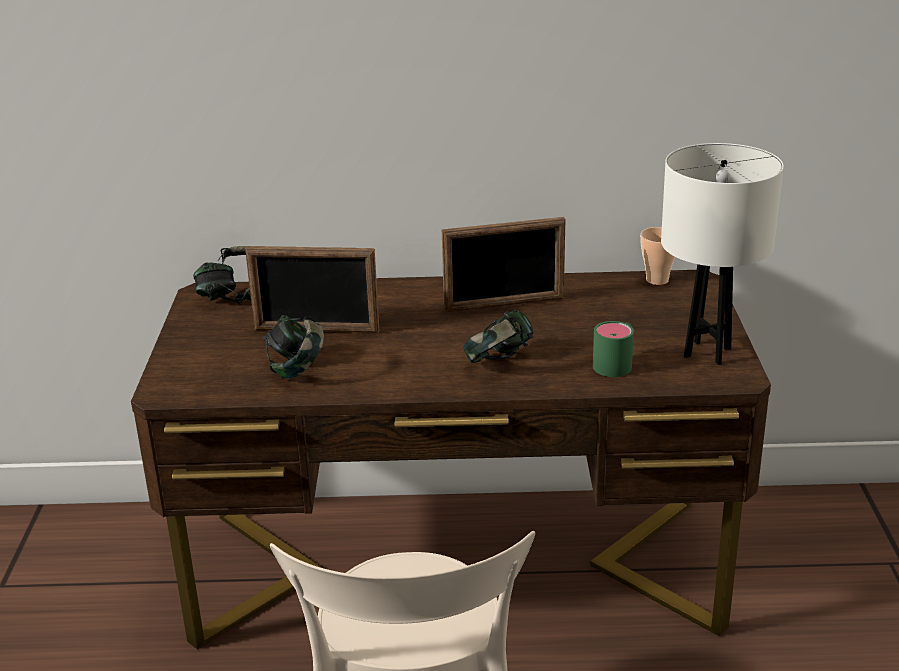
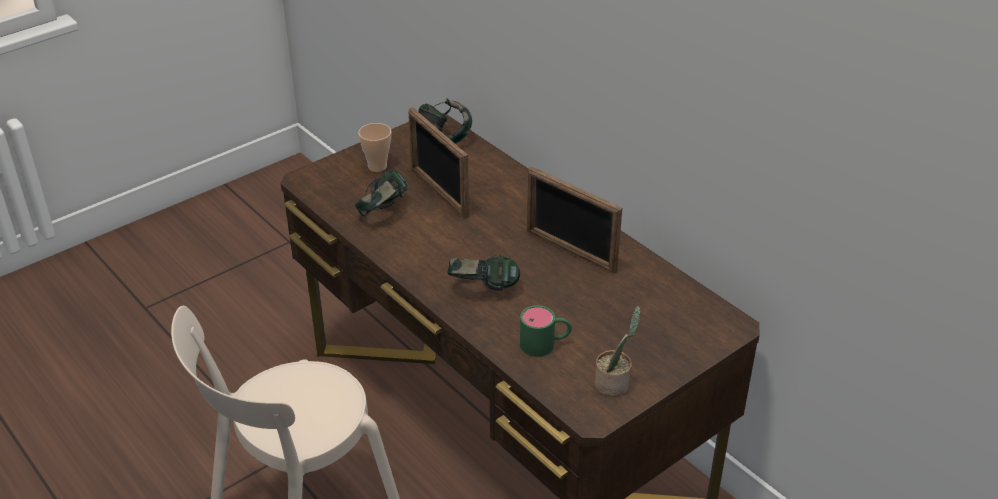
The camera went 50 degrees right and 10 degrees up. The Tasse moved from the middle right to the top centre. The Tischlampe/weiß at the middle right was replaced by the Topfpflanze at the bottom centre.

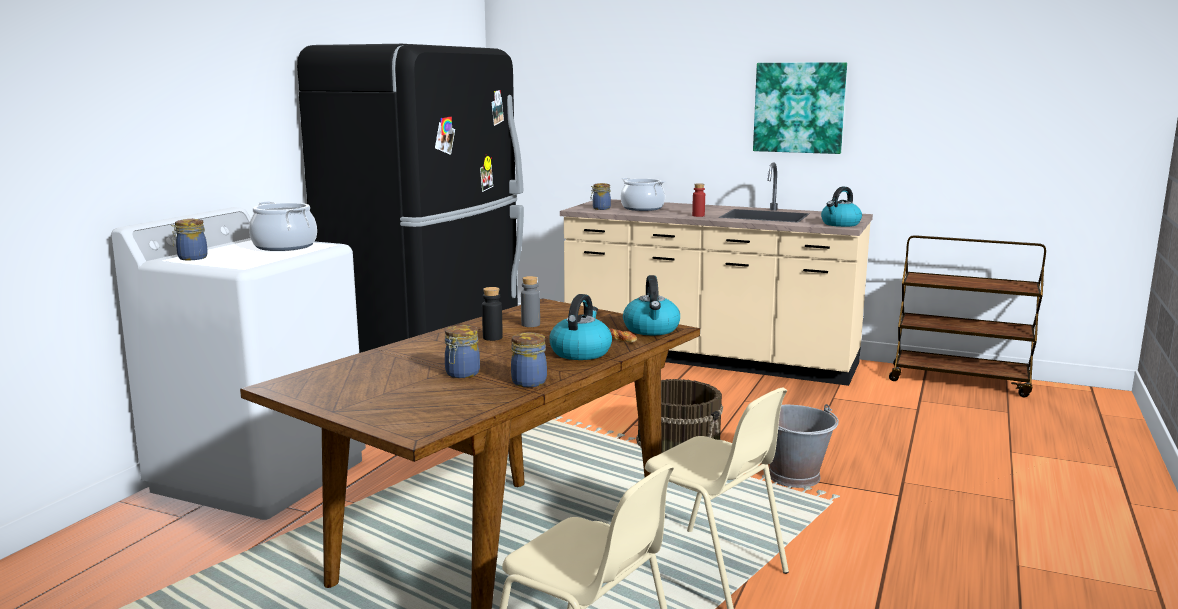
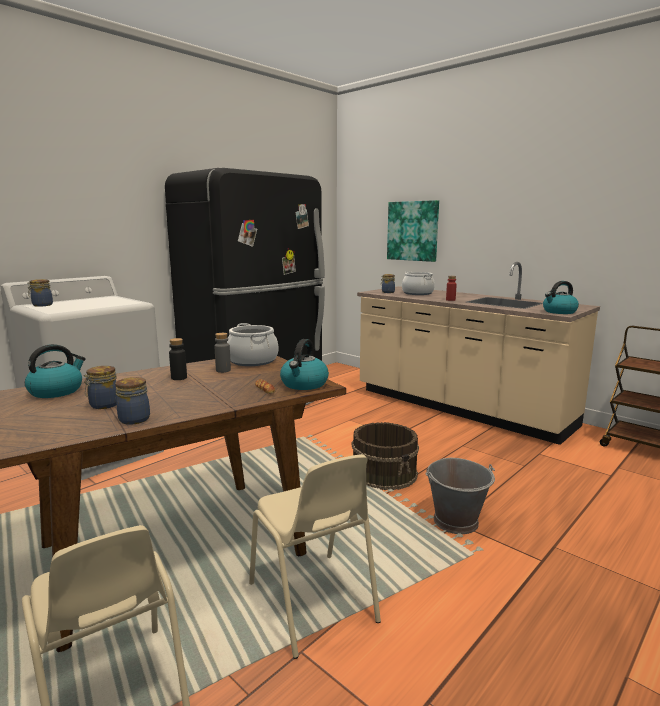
The camera went 20 degrees right and 0 degrees up. The Kochtopf (1st from left) moved from the middle left to the centre. The Wasserkessel (1st from left) moved from the centre to the middle left. The Bild moved from the top right to the top centre.

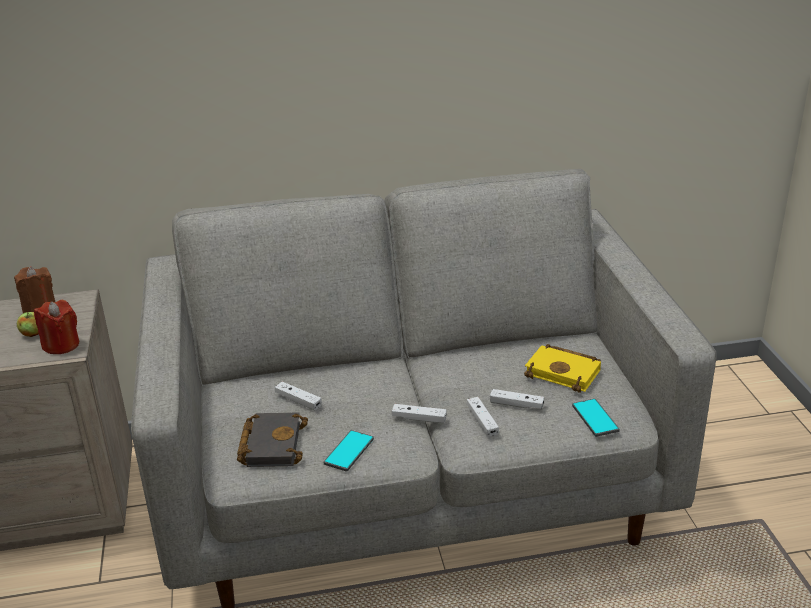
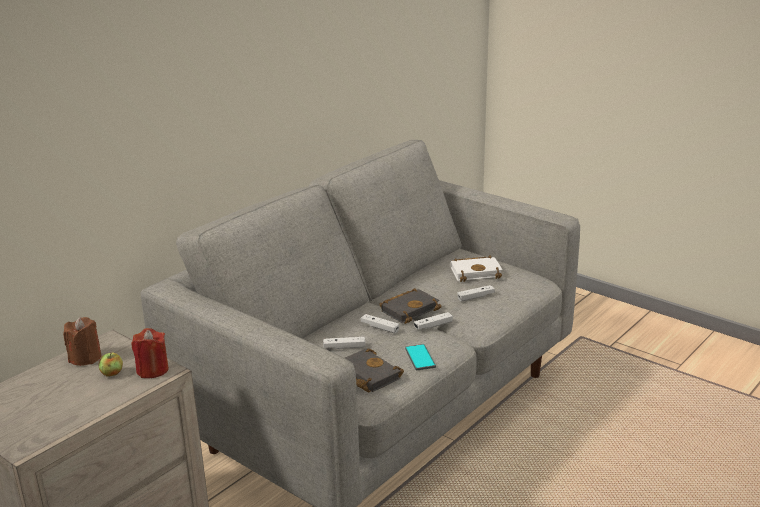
The camera went 40 degrees left and 5 degrees down. The Gamepad/weiß (3rd from left in the first image) moved from the bottom centre to the centre. The Buch/gelb at the middle right became the Buch/weiß at the centre. The Handy (2nd from left) at the bottom right disappeared. The Buch/schwarz (2nd from left) at the centre appeared.

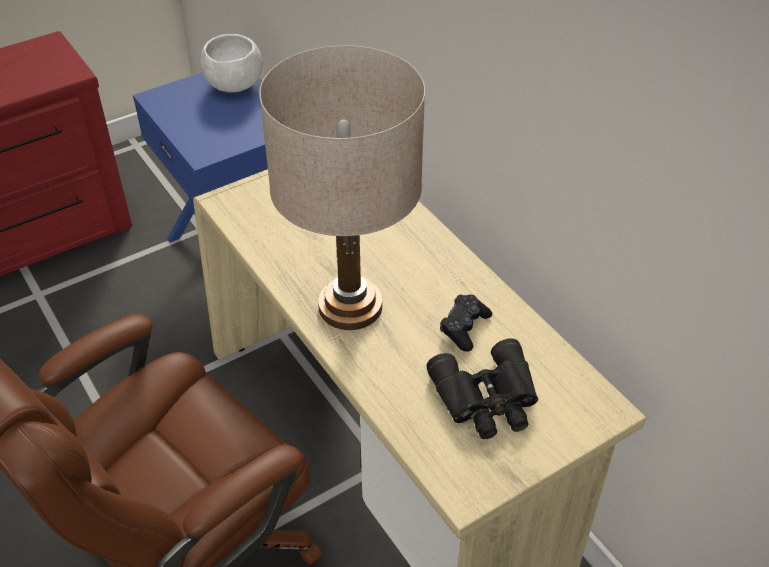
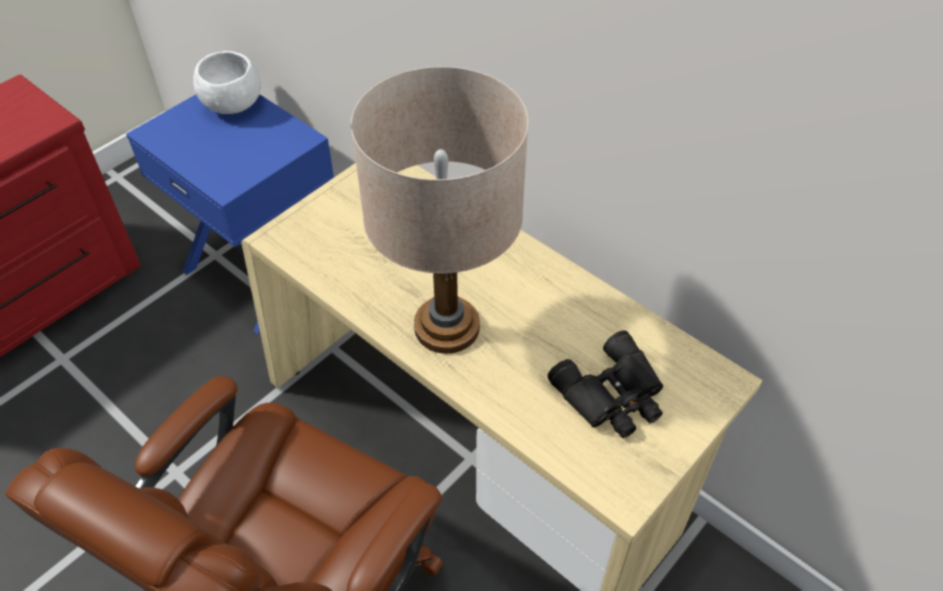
The camera went 15 degrees left and 5 degrees up. The Gamepad/schwarz at the centre disappeared.

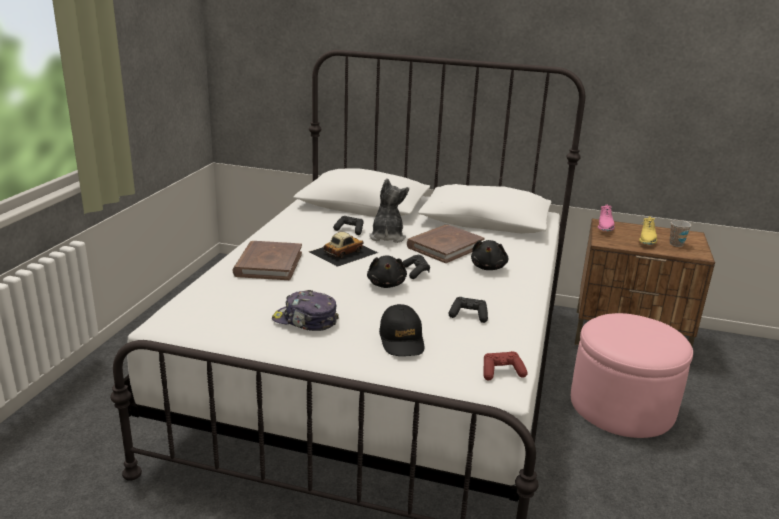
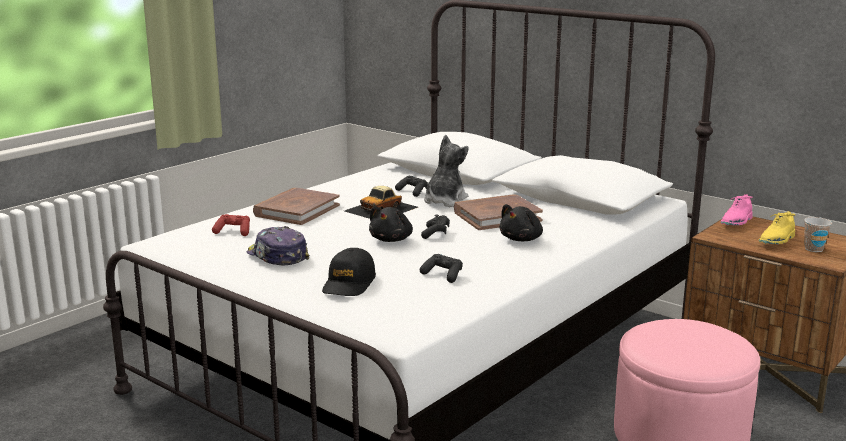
The camera went 25 degrees right and 5 degrees down. The Spielzeugauto at the centre turned 150 degrees clockwise. The Gamepad/rot moved from the bottom centre to the middle left.

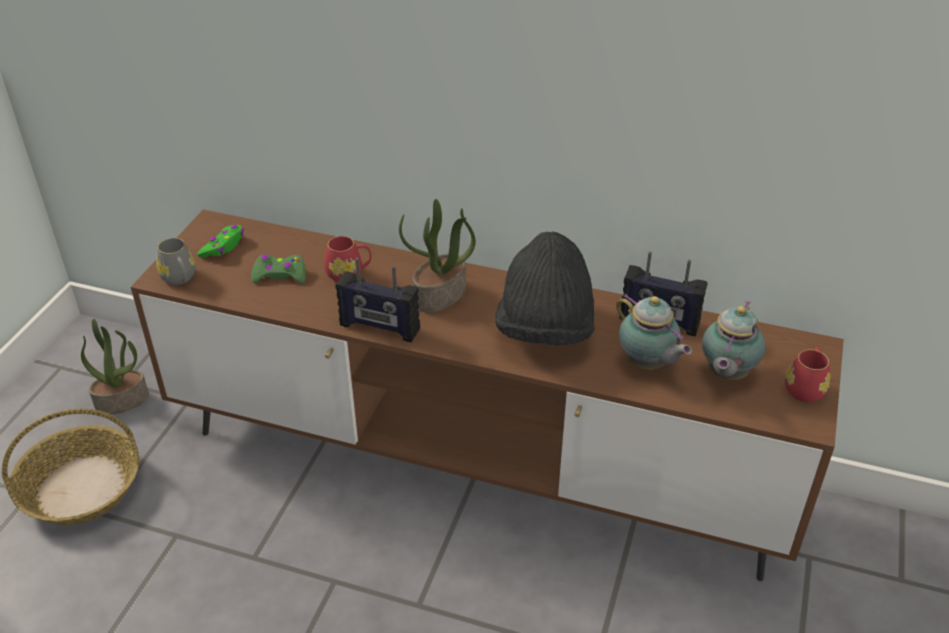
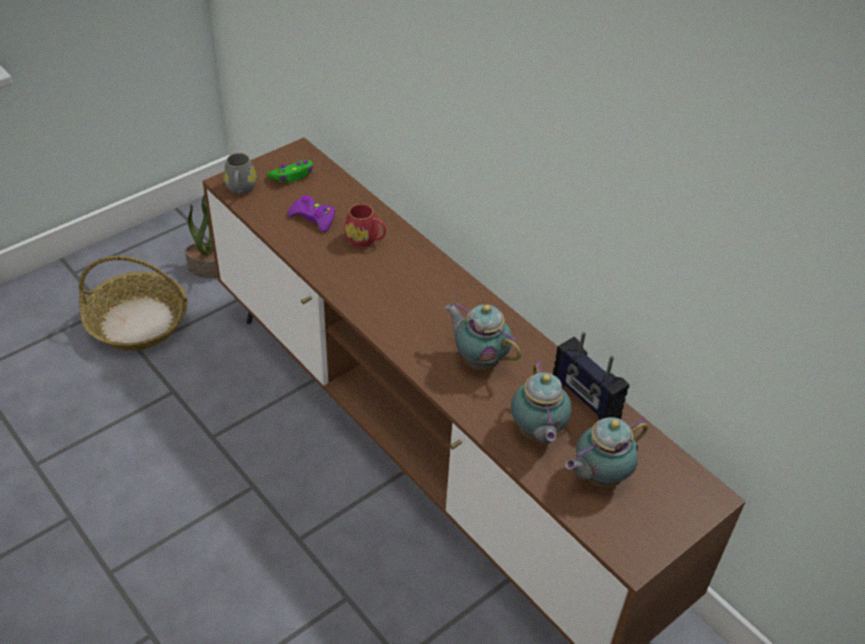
The camera went 30 degrees right and 5 degrees up. The Gamepad/grün (2nd from left) at the middle left became the Gamepad/lila at the top centre. The Radio (1st from left) at the centre disappeared. The Topfpflanze (2nd from left) at the centre disappeared. The Hut/schwarz at the centre was replaced by the Teekanne (1st from left) at the centre. The Henkelbecher/rot (2nd from left) at the middle right disappeared.

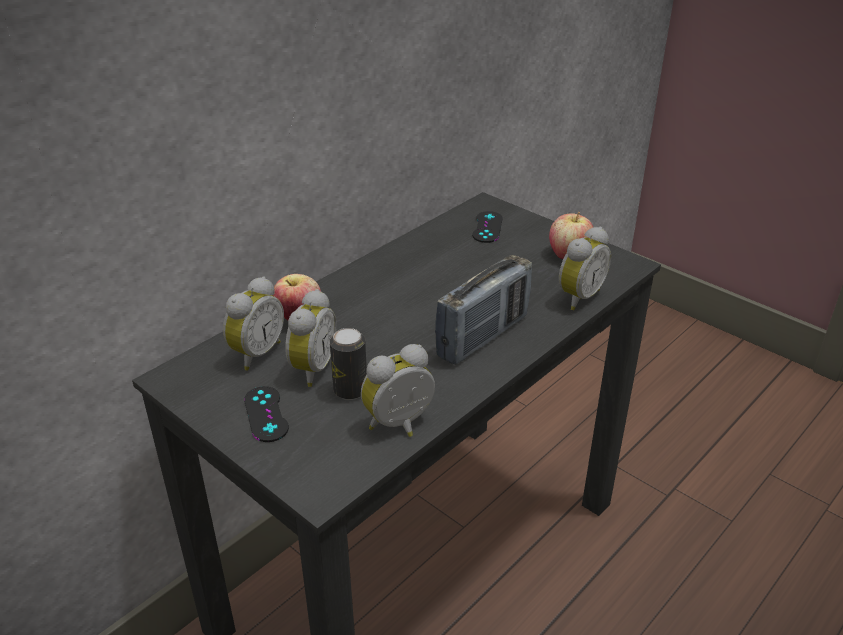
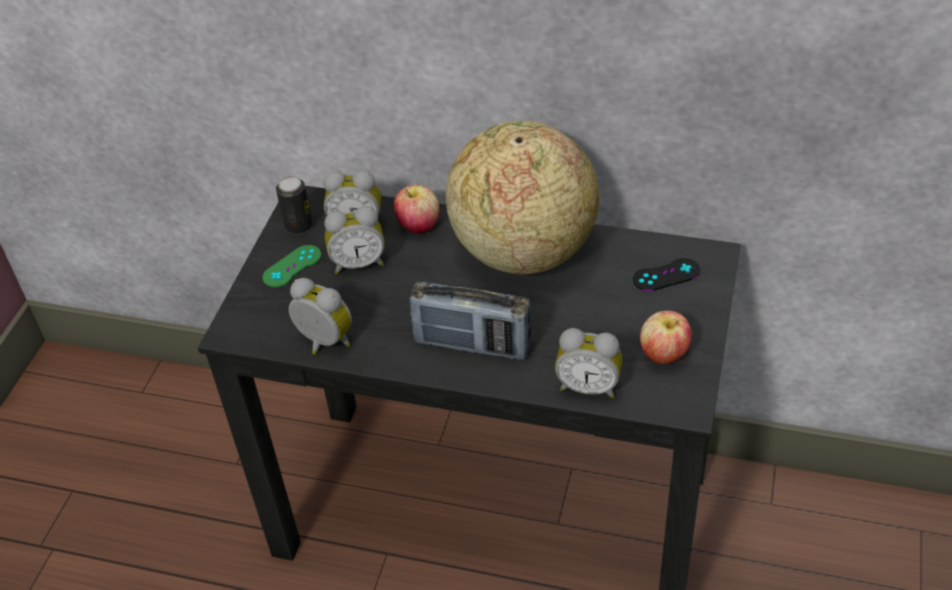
The camera went 65 degrees right and 10 degrees up. The Gamepad/schwarz (1st from left) at the middle left became the Gamepad/grün at the middle left. The Dose moved from the centre to the middle left. The Globus at the centre appeared.

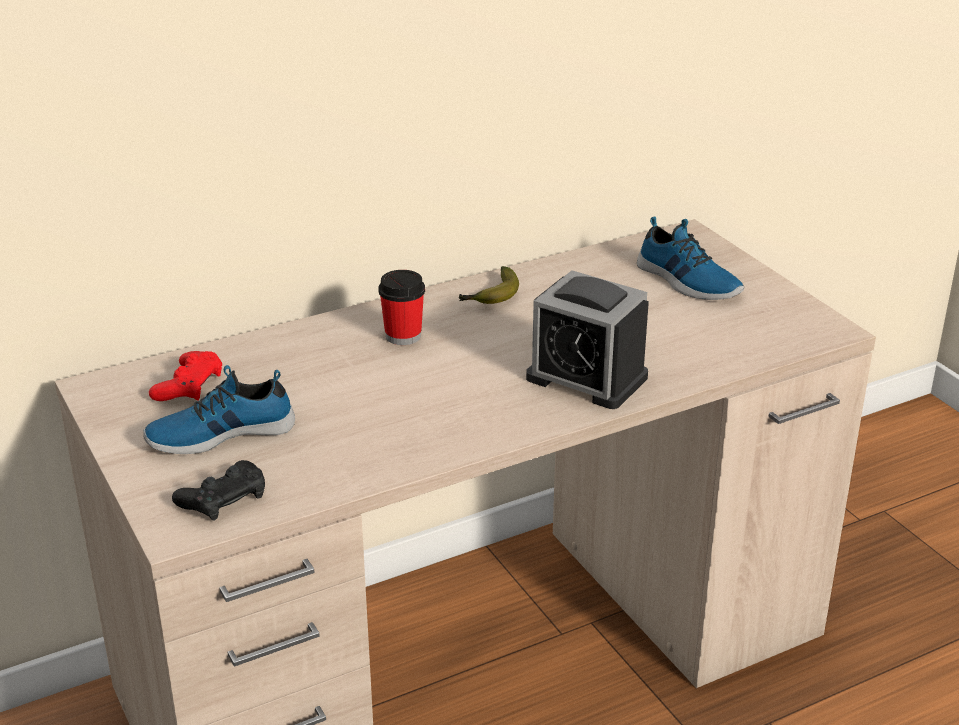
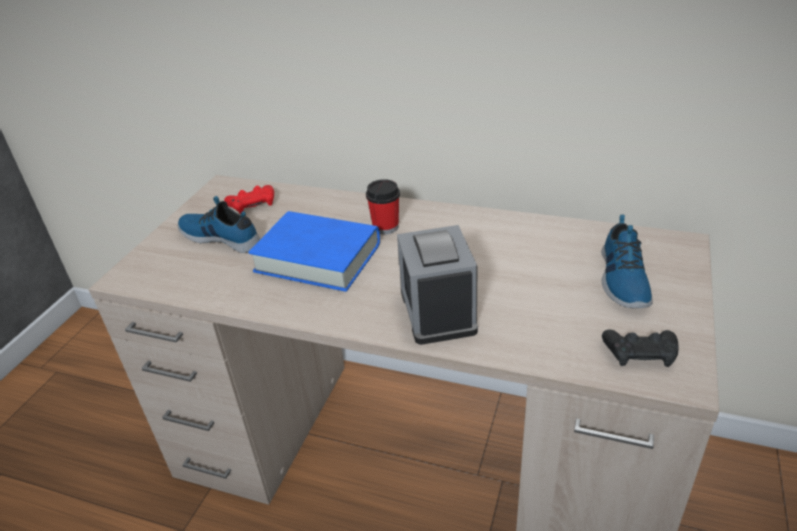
The camera went 50 degrees right and 5 degrees up. The Gamepad/schwarz moved from the bottom left to the middle right. The Banane at the centre disappeared. The Buch/blau at the centre appeared.

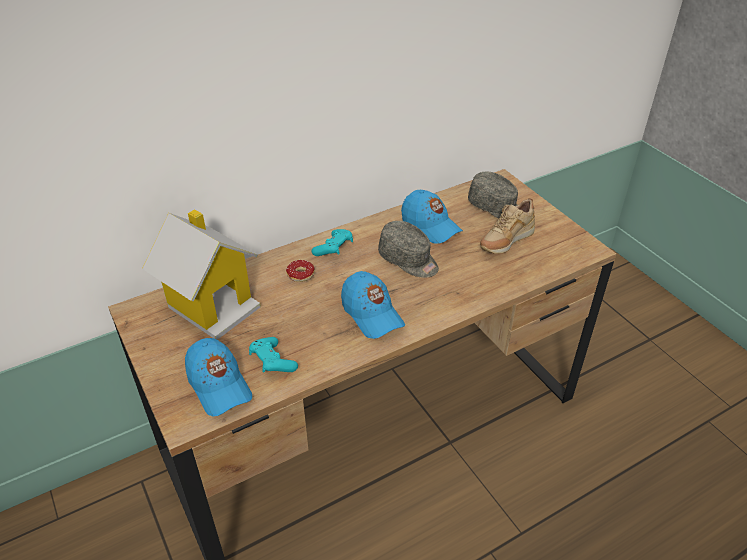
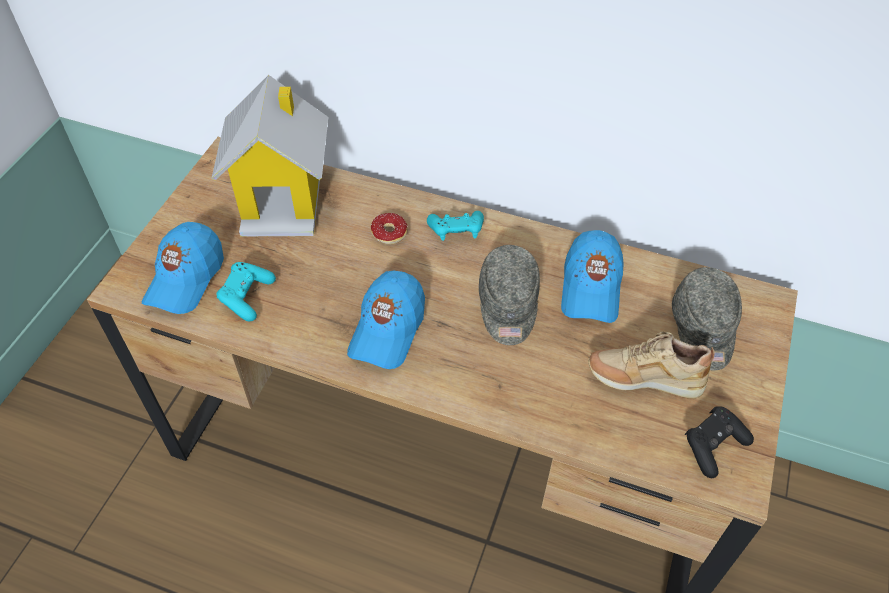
The camera went 50 degrees right and 10 degrees up. The Gamepad/schwarz at the bottom right appeared.

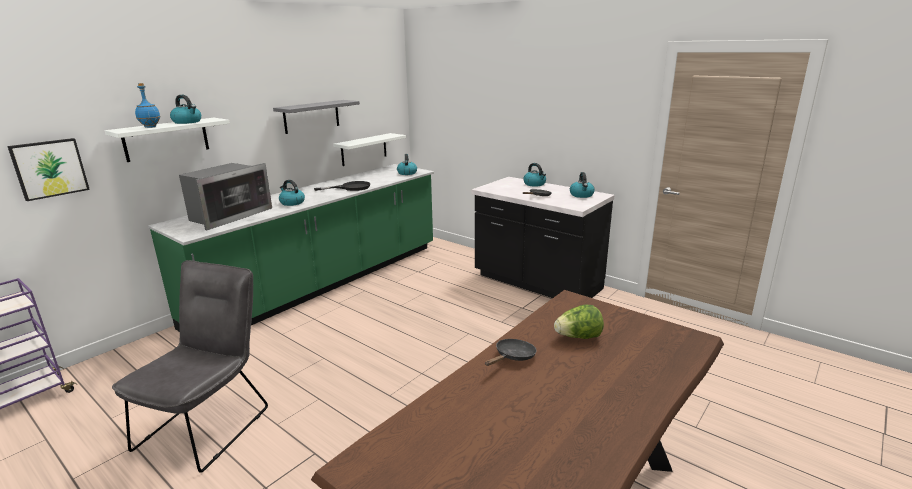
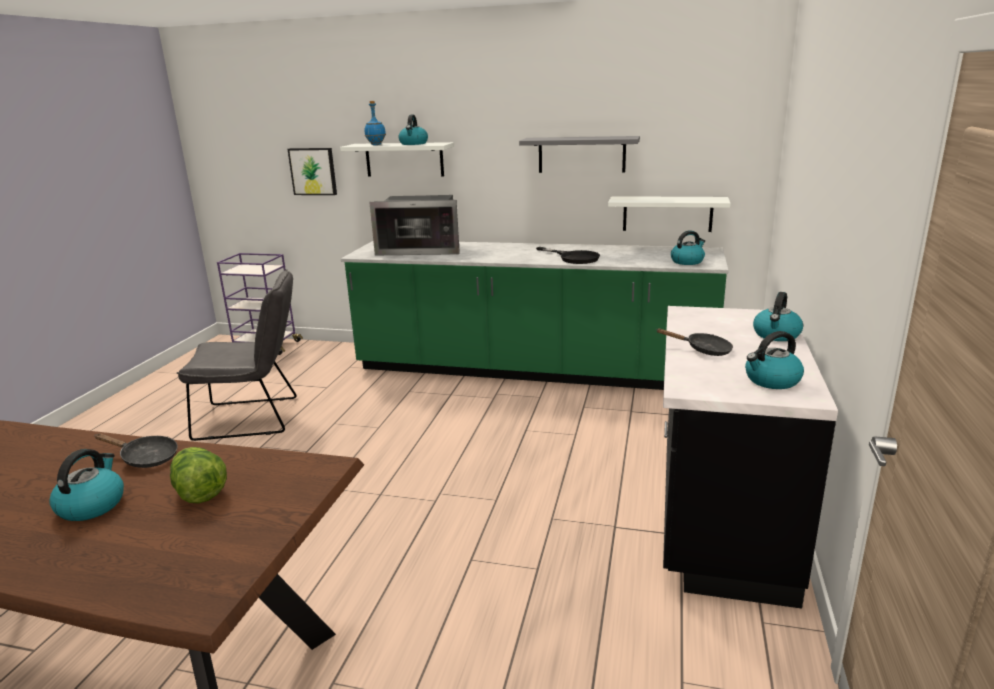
The camera went 65 degrees right and 0 degrees up. The Wasserkessel (2nd from left in the first image) moved from the middle left to the bottom left.

